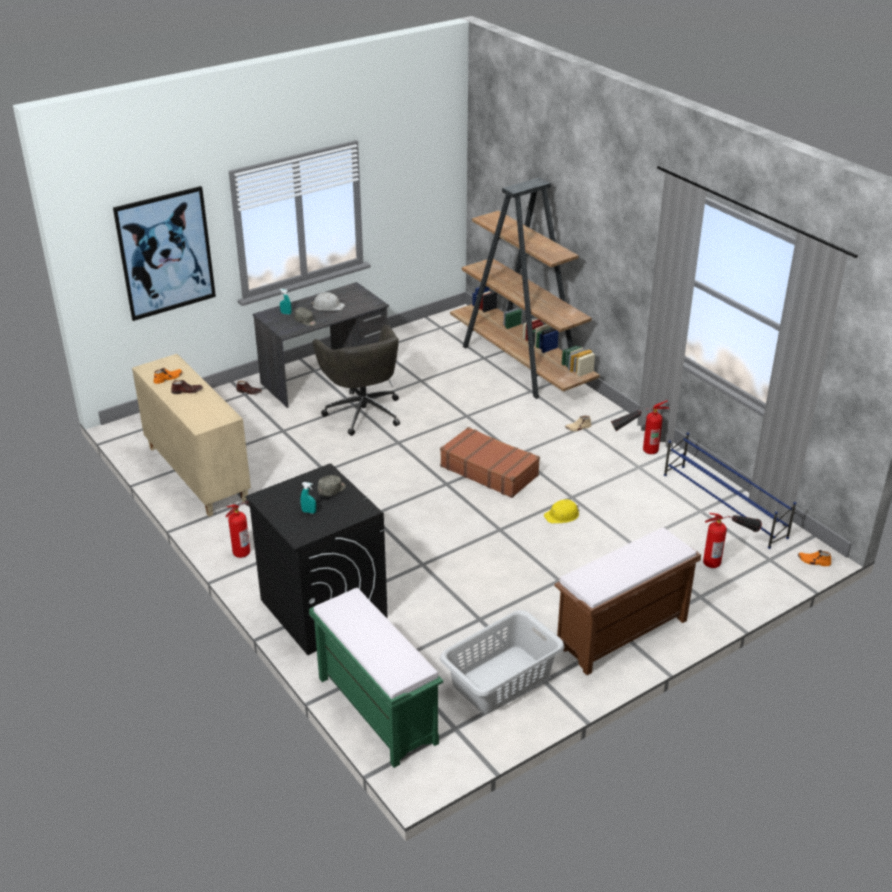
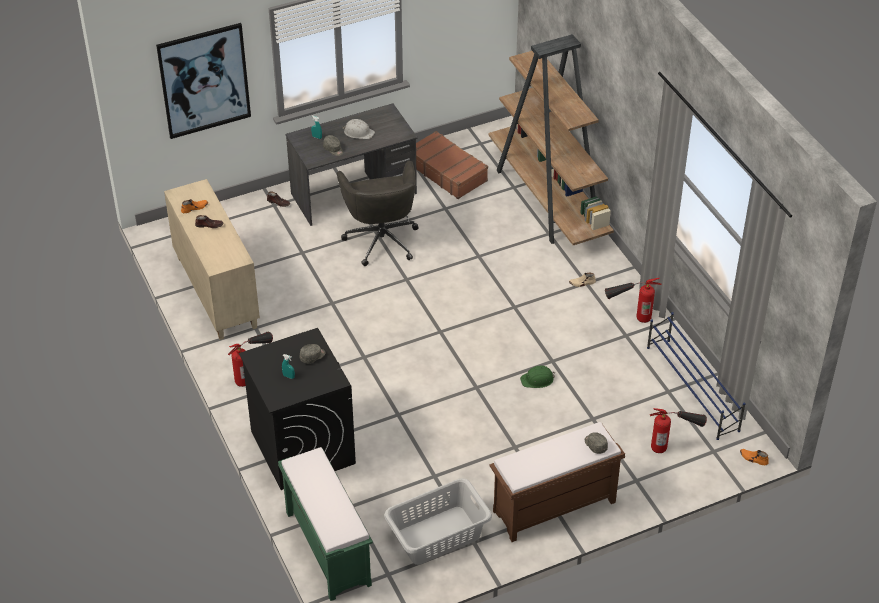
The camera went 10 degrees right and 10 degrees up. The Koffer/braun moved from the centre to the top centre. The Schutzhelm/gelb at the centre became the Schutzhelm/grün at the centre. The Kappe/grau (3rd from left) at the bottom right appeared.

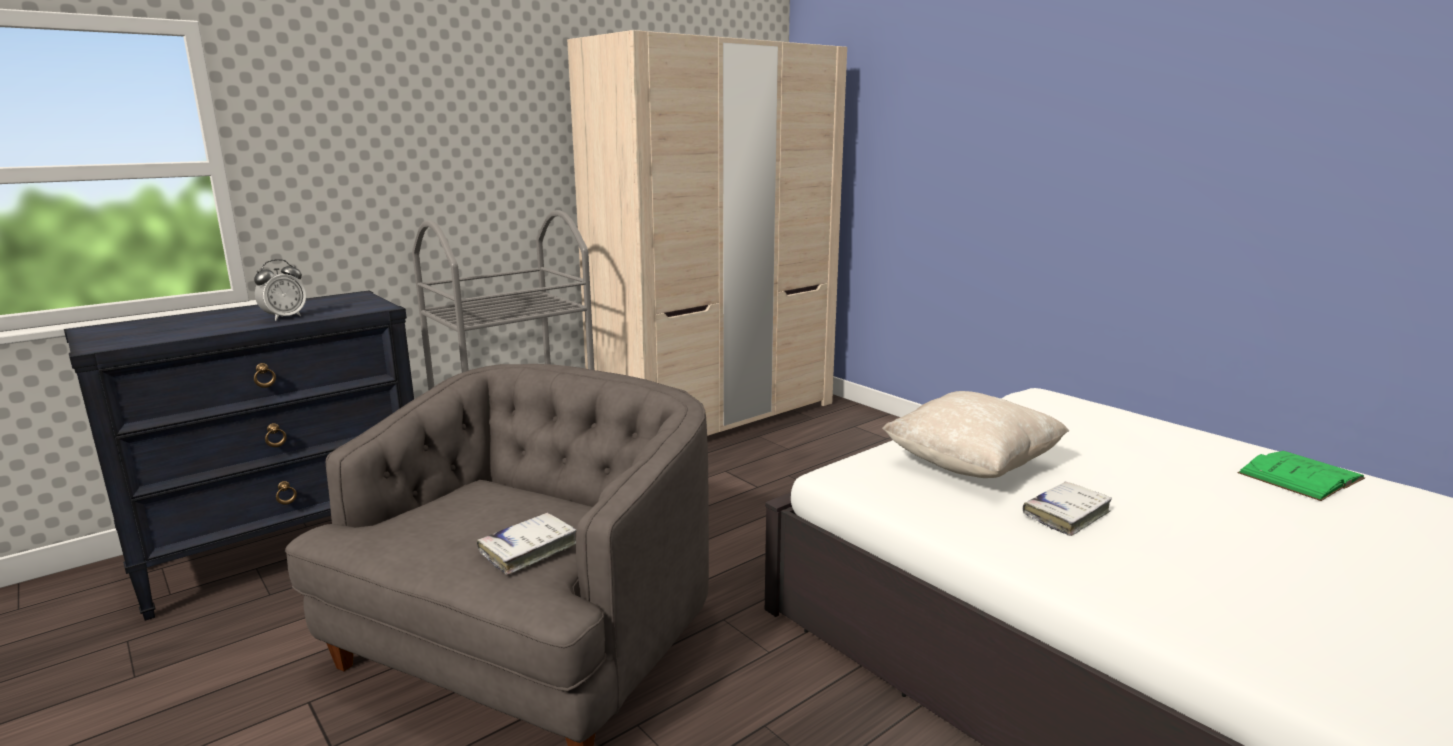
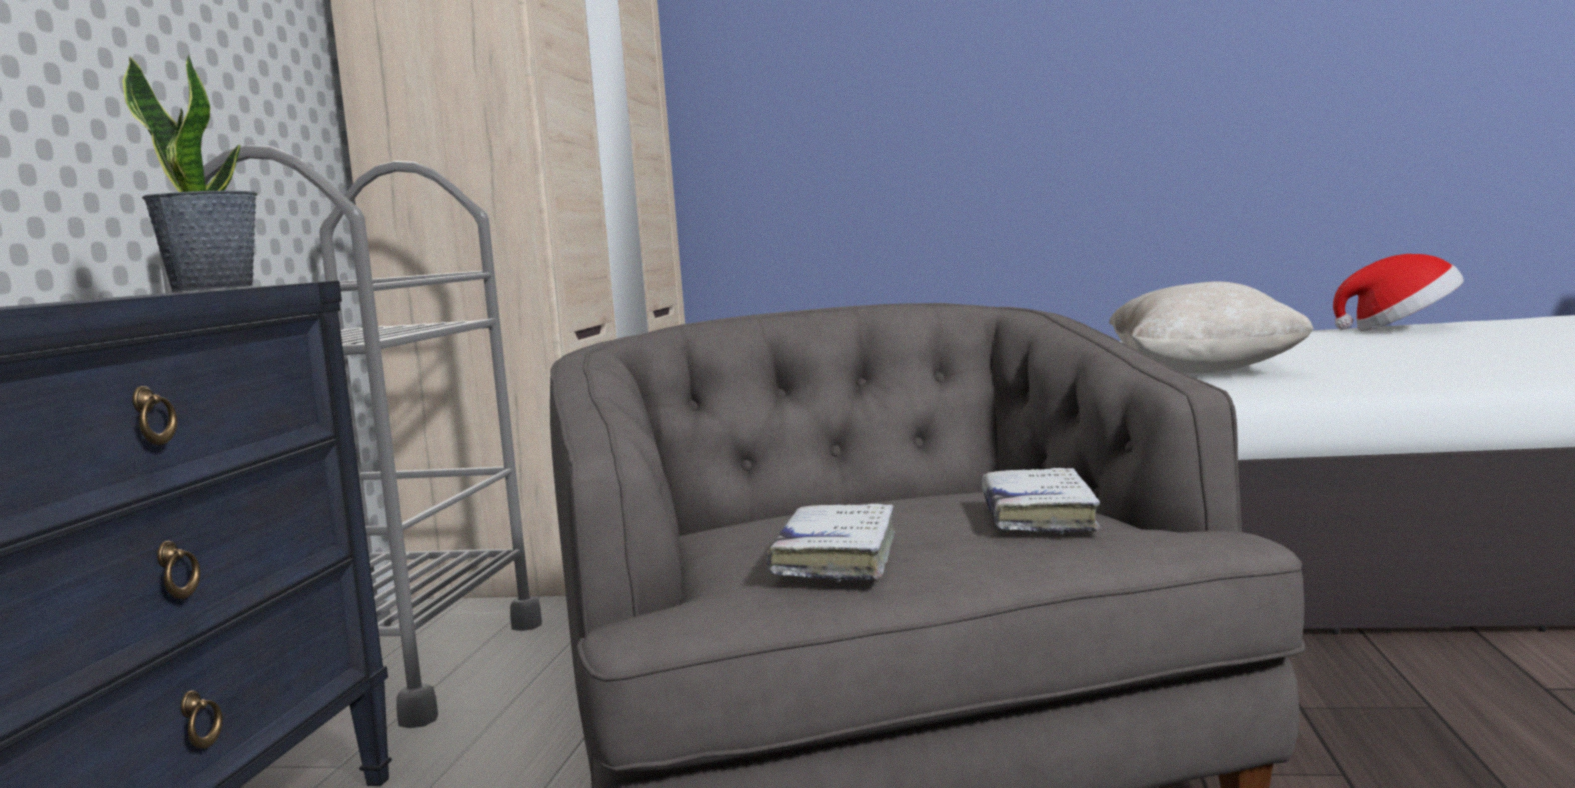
The camera went 40 degrees left and 10 degrees down. The Wecker at the middle left disappeared. The Buch/weiß (2nd from left in the first image) moved from the bottom right to the bottom centre. The Buch/grün at the middle right was replaced by the Hut at the middle right. The Topfpflanze at the top left appeared.

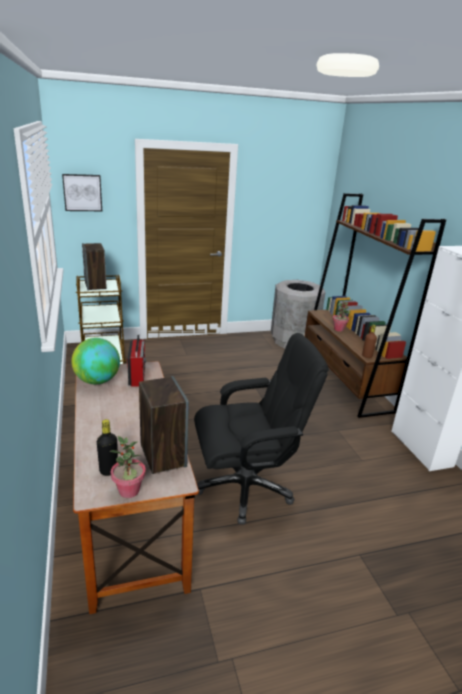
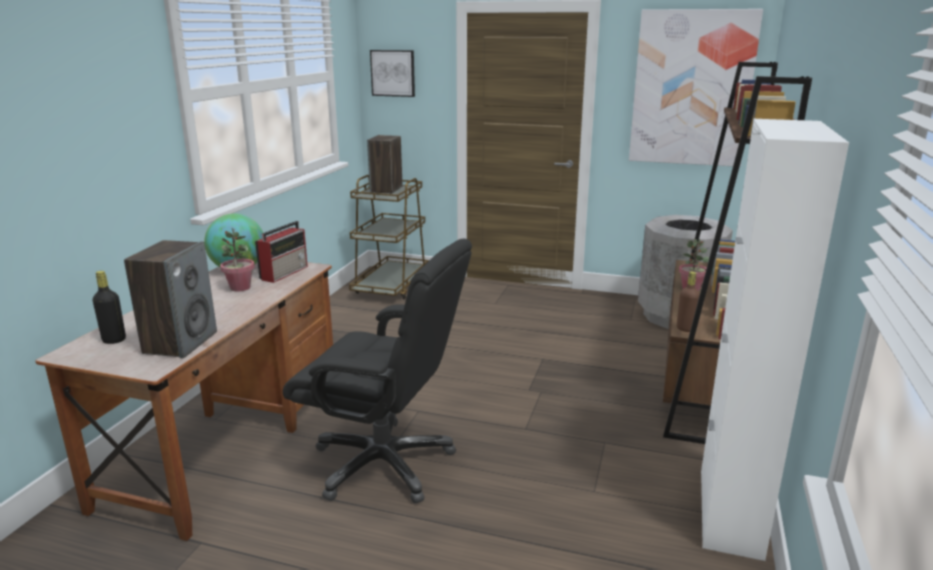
The camera went 35 degrees right and 5 degrees down. The Topfpflanze (1st from left) moved from the bottom left to the middle left. The Bild (2nd from left) at the top right appeared.

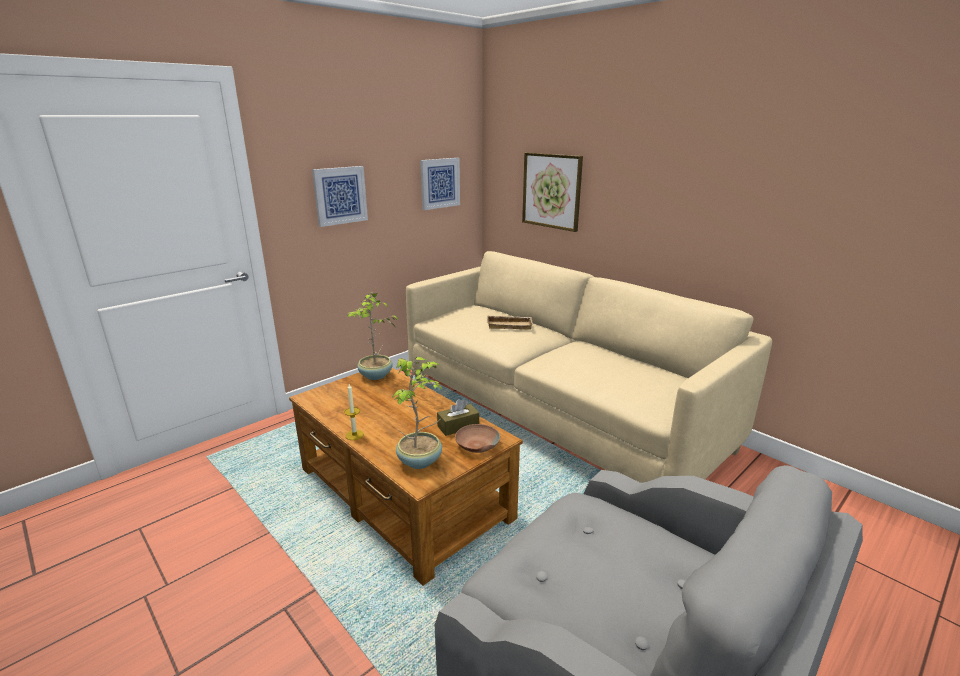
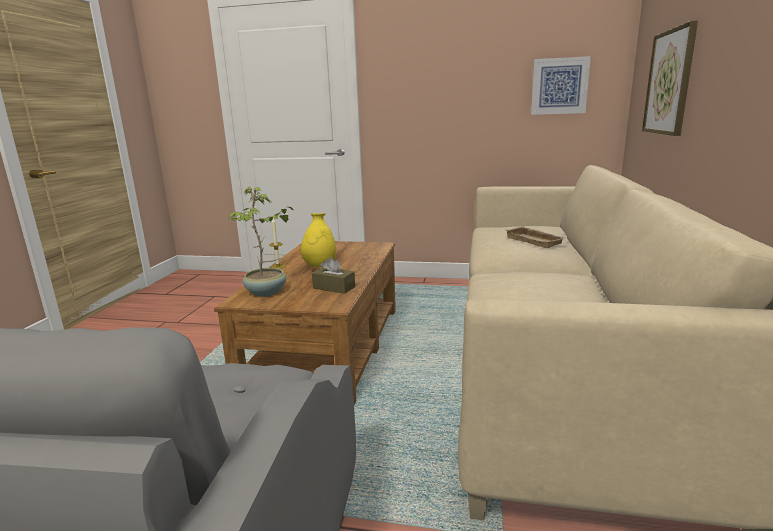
The camera went 55 degrees right and 5 degrees down. The Bild (1st from left) at the top centre disappeared. The Topfpflanze (1st from left) at the centre disappeared. The Schüssel/braun at the centre disappeared. The Vase/gelb at the centre appeared.

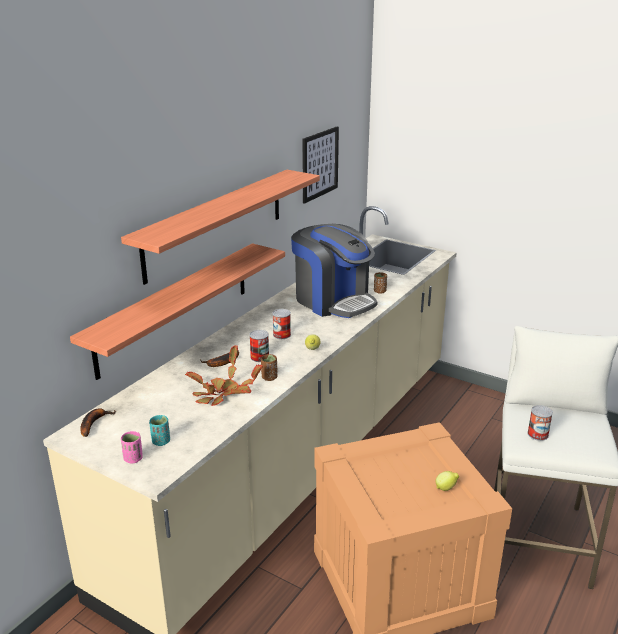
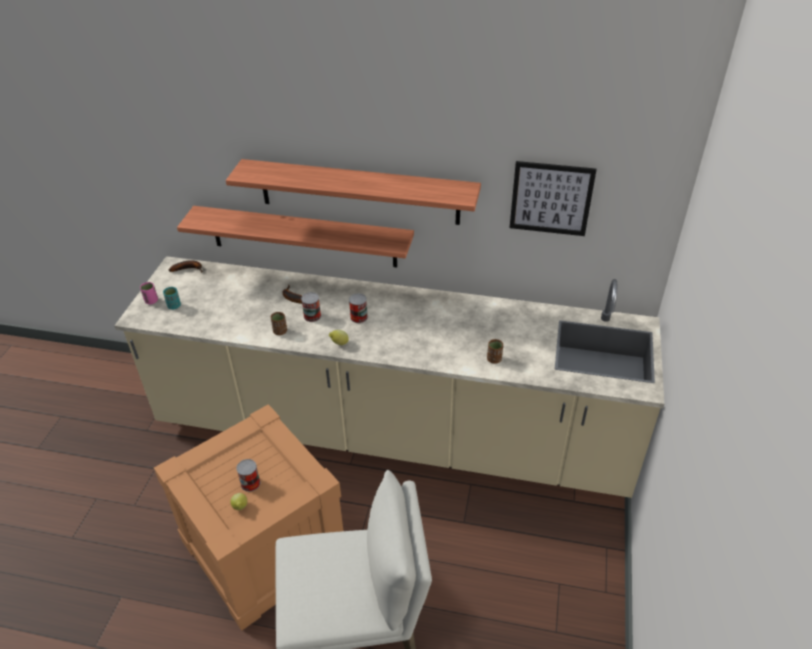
The camera went 70 degrees right and 15 degrees up. The Topfpflanze at the centre disappeared. The Kaffeemaschine at the centre disappeared. The Dose (3rd from left in the first image) moved from the bottom right to the bottom left.

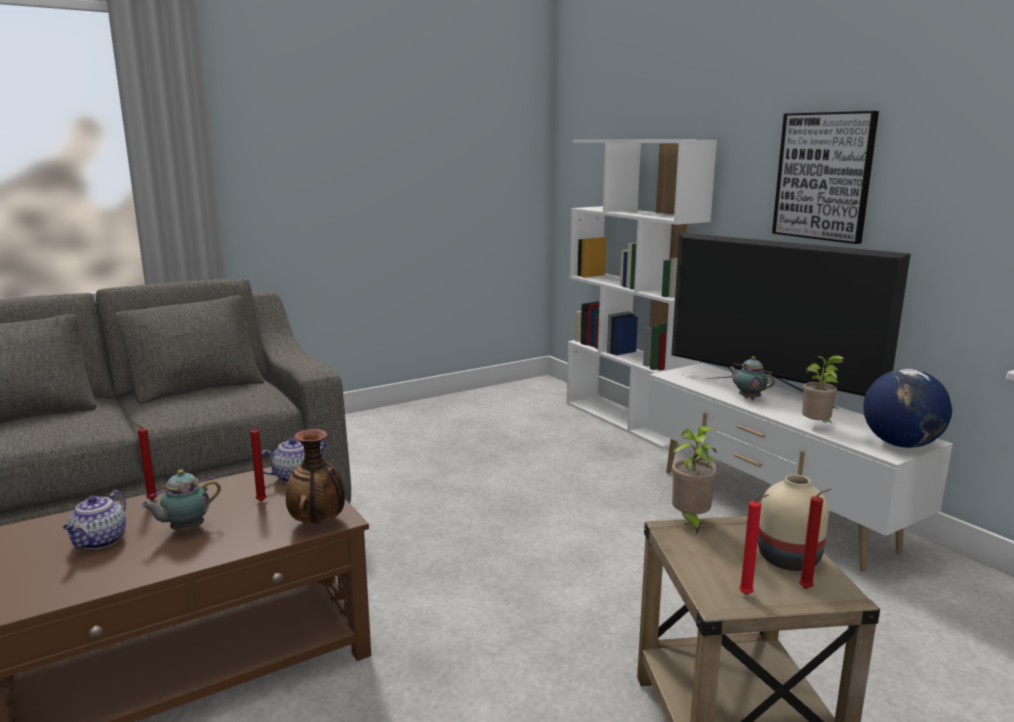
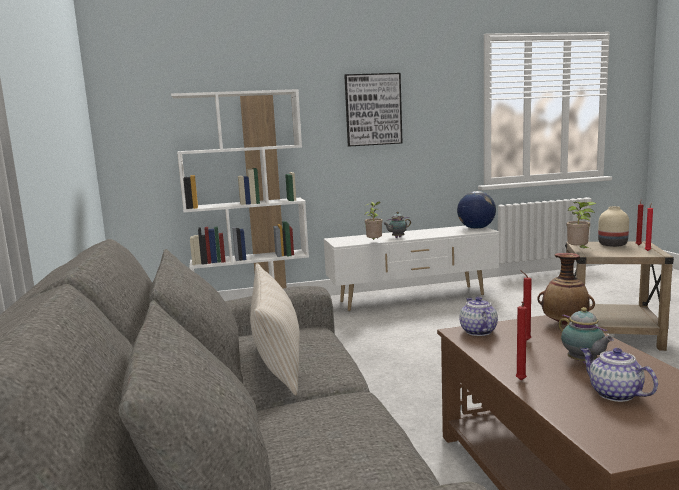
The camera went 70 degrees left and 5 degrees down. The Teekanne (1st from left in the first image) at the bottom left turned 150 degrees counterclockwise. The Fernseher at the middle right disappeared. The Topfpflanze (2nd from left in the first image) moved from the middle right to the centre. The Kissen/beige at the bottom centre appeared.

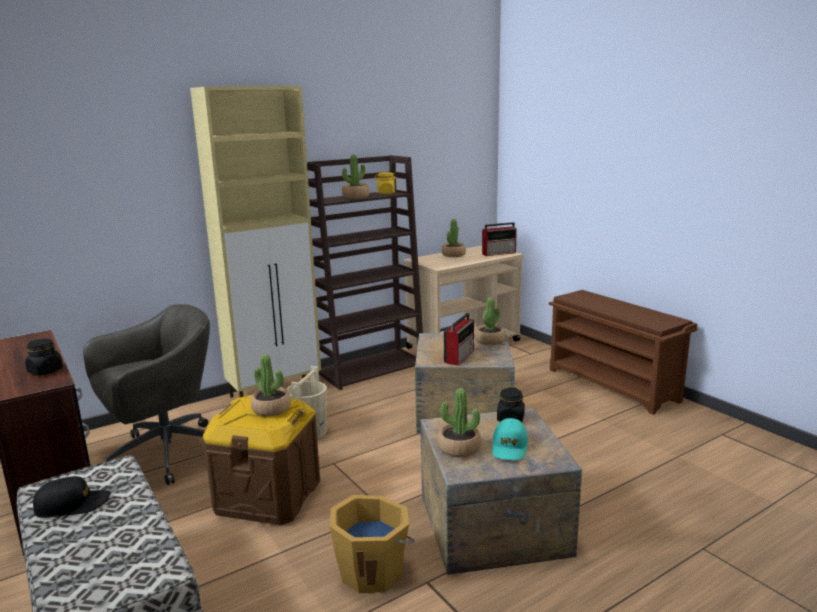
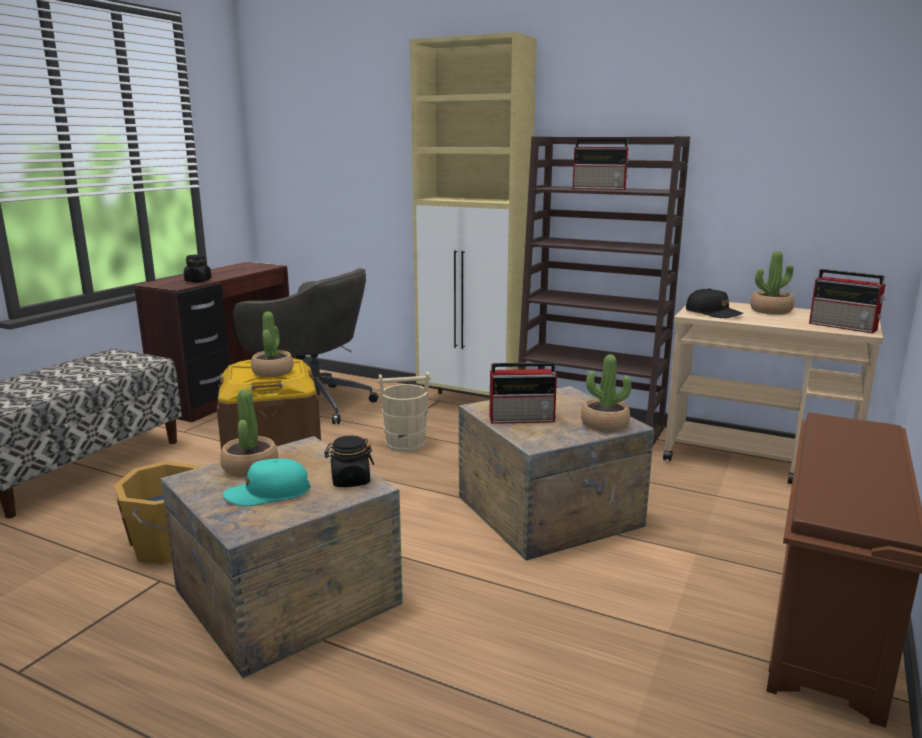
The camera went 60 degrees right and 0 degrees up. The Kappe/schwarz moved from the bottom left to the middle right. The Topfpflanze (2nd from left) at the top centre was replaced by the Radio (2nd from left) at the top centre. The Vorratsglas/gelb at the top centre disappeared.

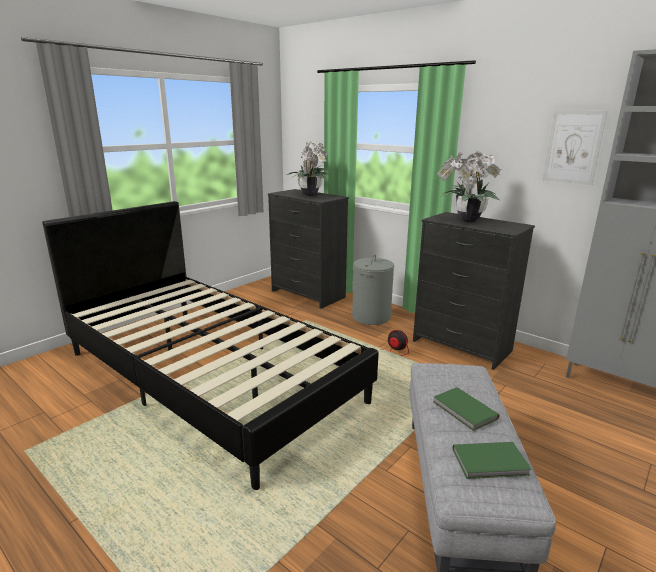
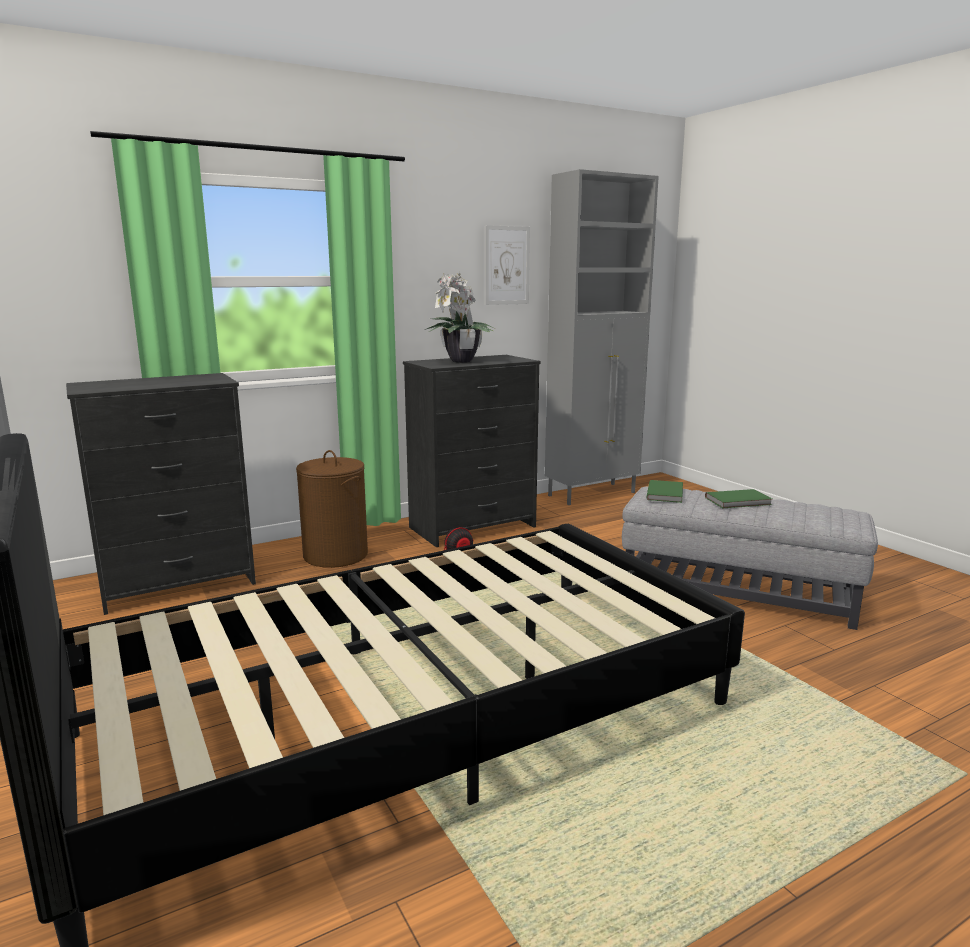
The camera went 70 degrees left and 5 degrees down. The Topfpflanze (1st from left) at the top centre disappeared. The Wäschekorb/grau at the centre became the Wäschekorb/braun at the centre. The Buch/grün (2nd from left in the first image) moved from the bottom right to the middle right.

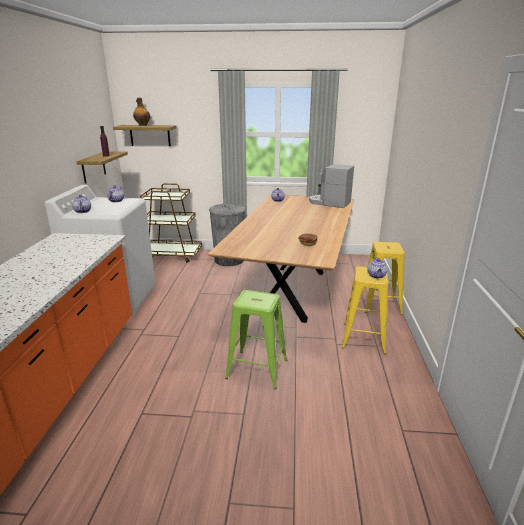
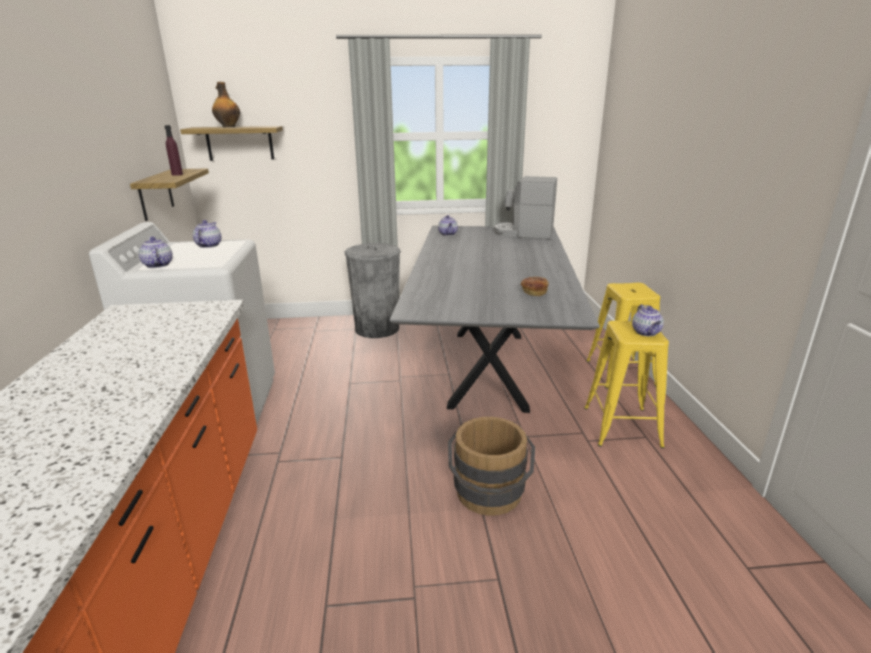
The camera went 10 degrees left and 0 degrees up. The Rollwagen/braun at the middle left disappeared. The Esstisch/braun at the centre became the Esstisch/grau at the centre. The Hocker/grün at the centre was replaced by the Eimer/braun at the bottom centre.

